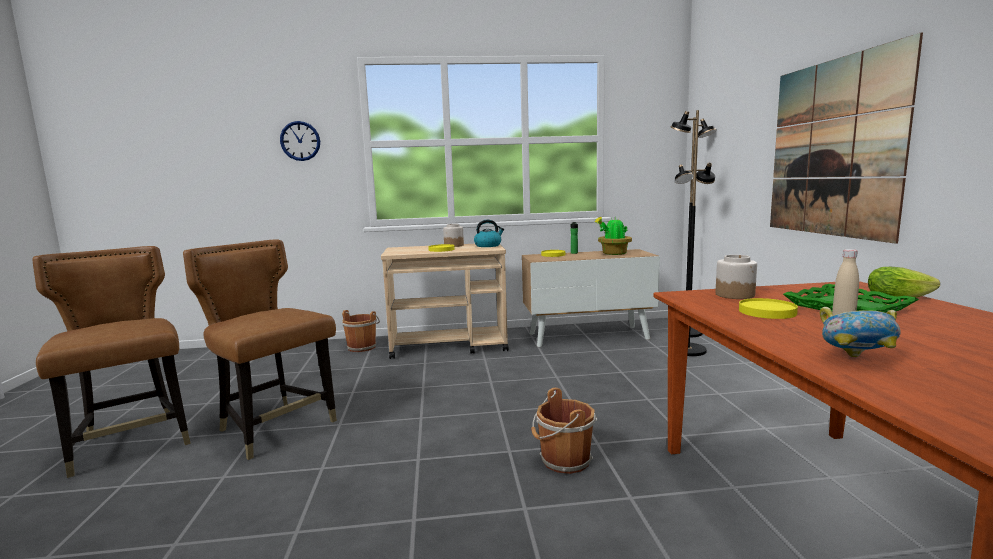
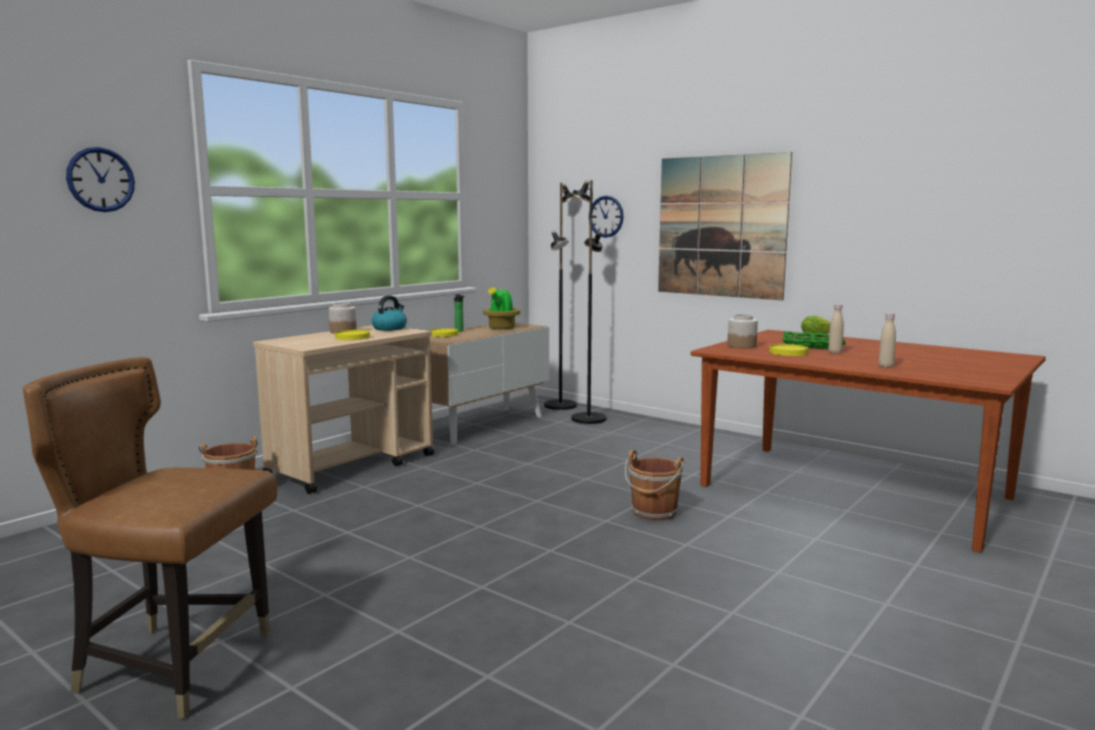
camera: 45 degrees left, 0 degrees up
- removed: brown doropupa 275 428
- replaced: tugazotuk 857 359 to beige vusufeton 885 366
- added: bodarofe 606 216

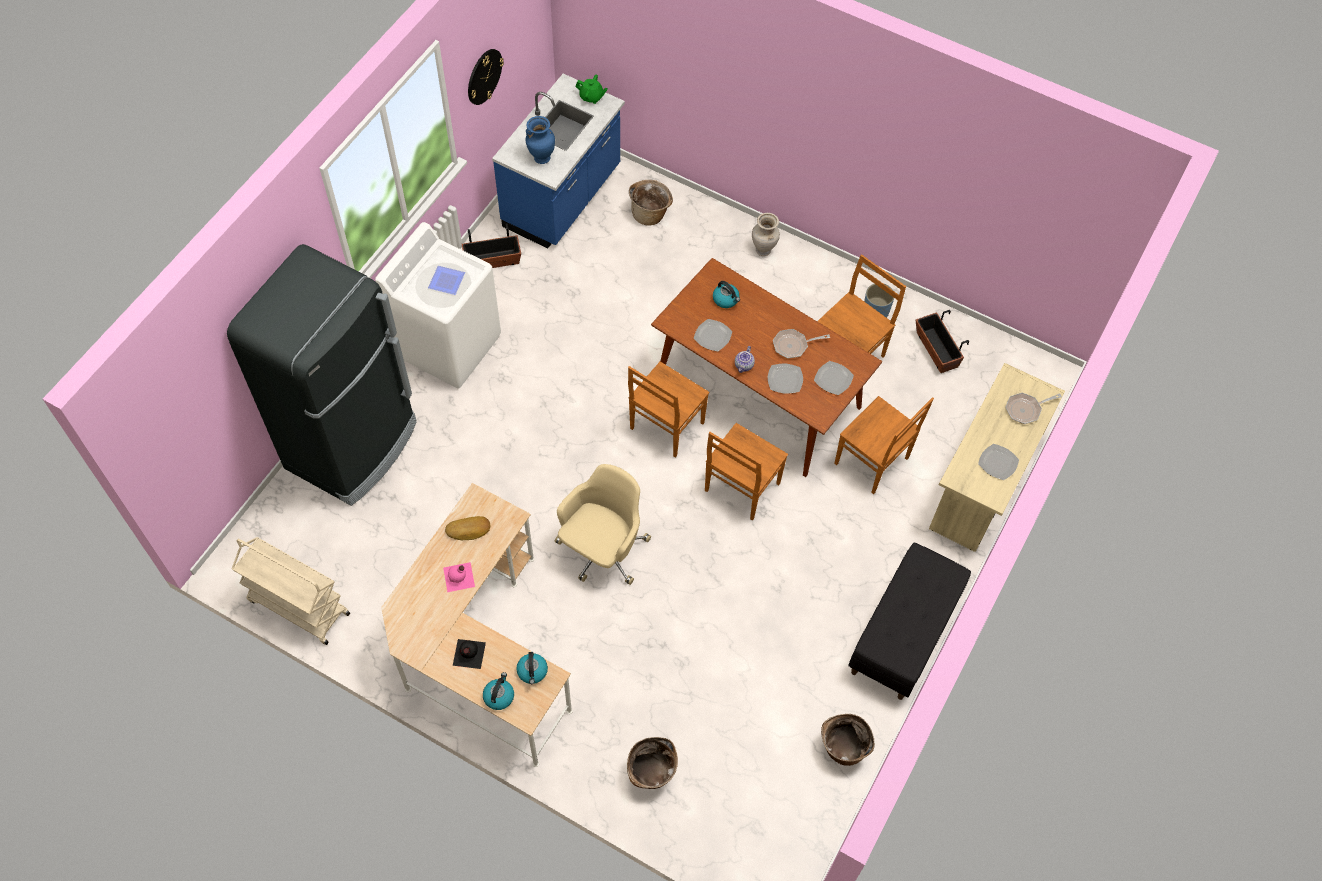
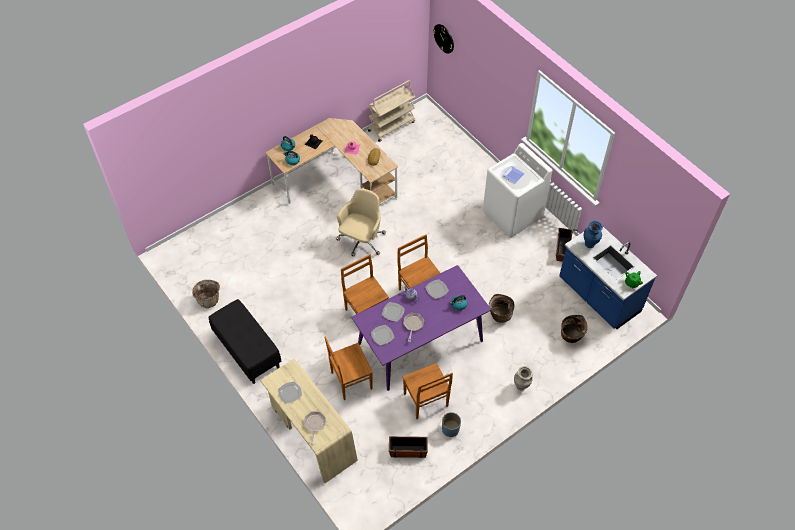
camera: 115 degrees right, 5 degrees down
- moved: bodarofe 484 76 to 444 38
- removed: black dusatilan 353 446
- recoloured: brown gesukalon 759 394 to purple gesukalon 420 343
- turned: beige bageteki 602 550 = 361 241 120 degrees counterclockwise
- moved: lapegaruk 651 773 to 499 314

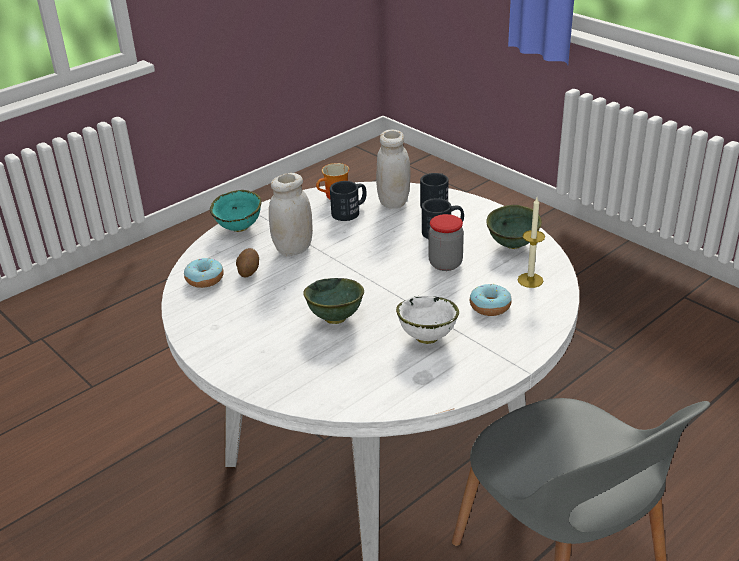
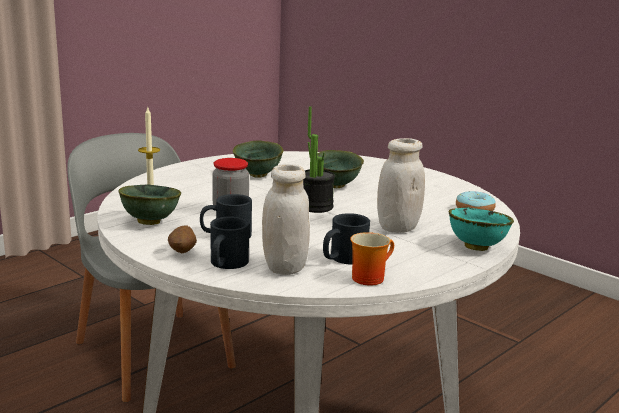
camera: 175 degrees right, 15 degrees down
- moved: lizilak 248 272 to 183 252
- removed: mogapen 490 306
- recoloured: white tugazotuk 426 337 to green tugazotuk 259 175
- added: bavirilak 316 207

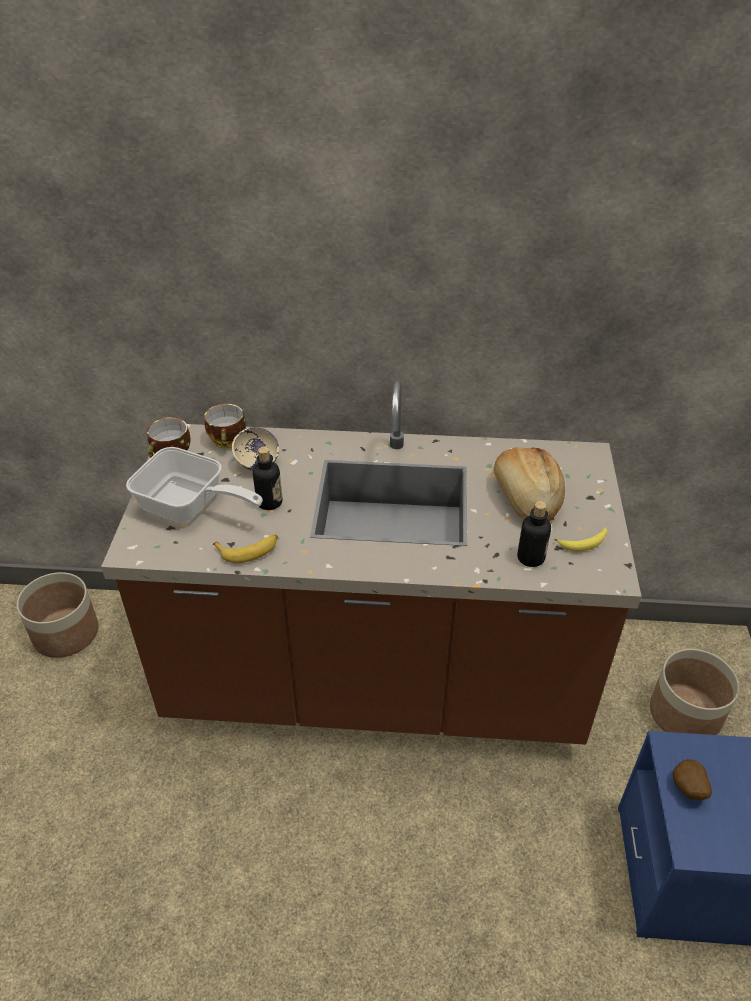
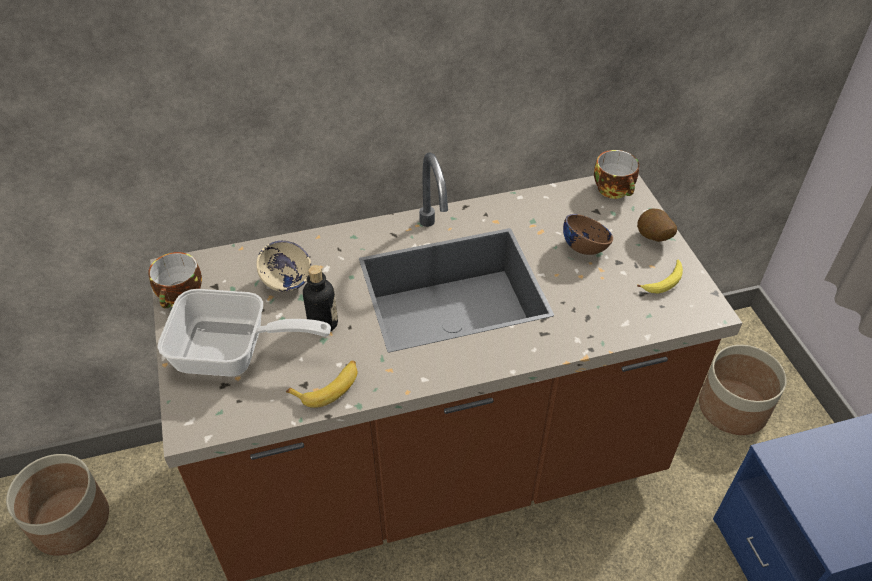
camera: 20 degrees left, 5 degrees up
- moved: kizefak 228 441 to 615 190
- replaced: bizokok 525 498 to brown tugazotuk 585 247
- removed: vusufeton 530 558
- moved: lizilak 687 789 to 652 238

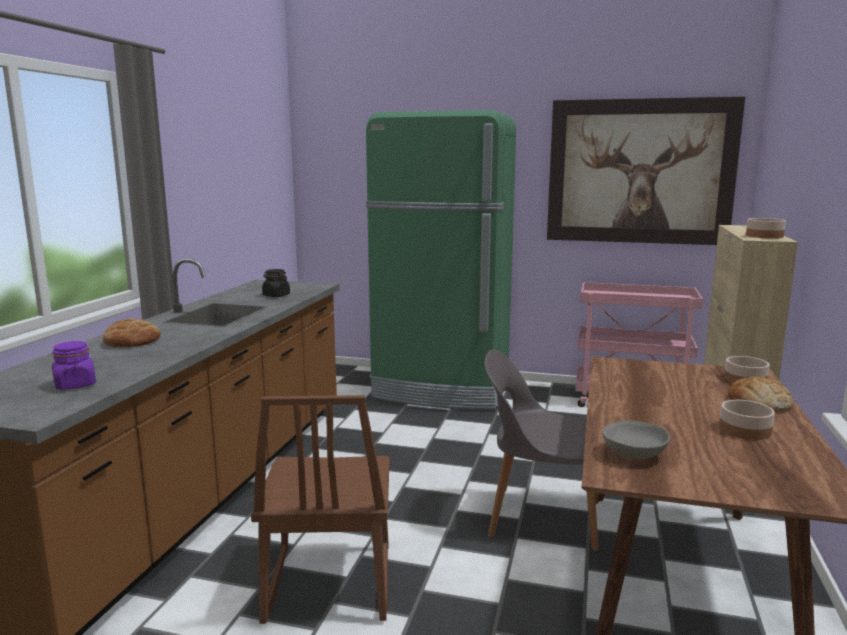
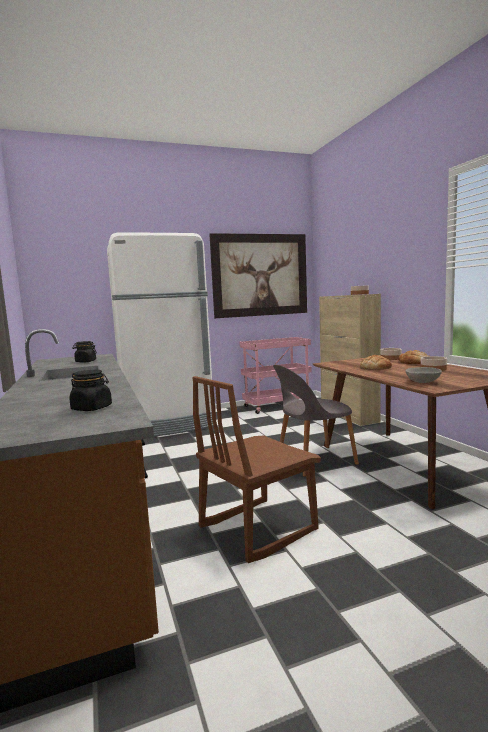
camera: 35 degrees left, 5 degrees down
- recoloured: green dusatilan 442 389 to white dusatilan 168 424
- moved: bizokok 132 341 to 376 367
- recoloured: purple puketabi 75 385 to black puketabi 92 408
- turned: brown doropupa 328 583 = 257 528 90 degrees clockwise

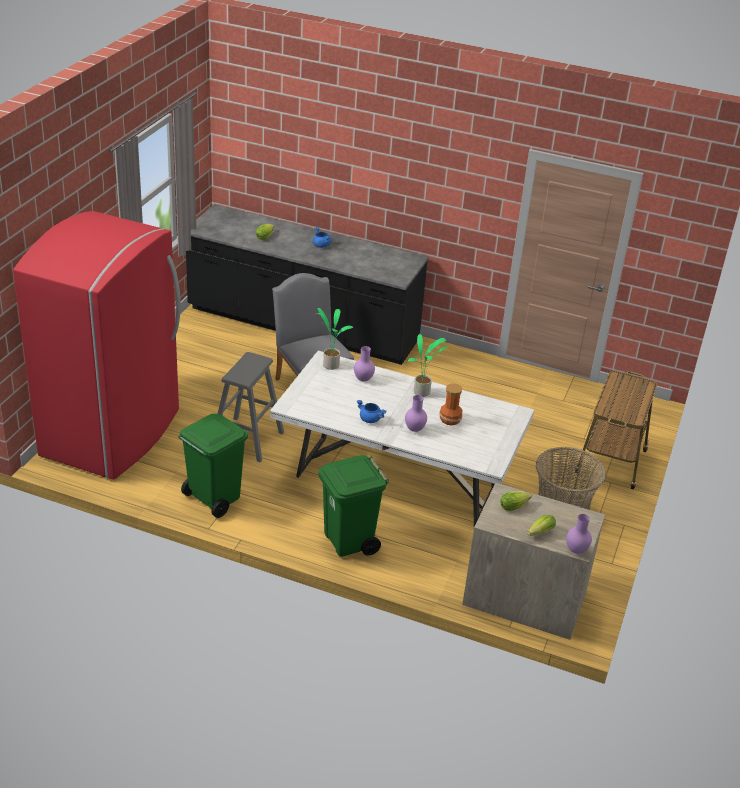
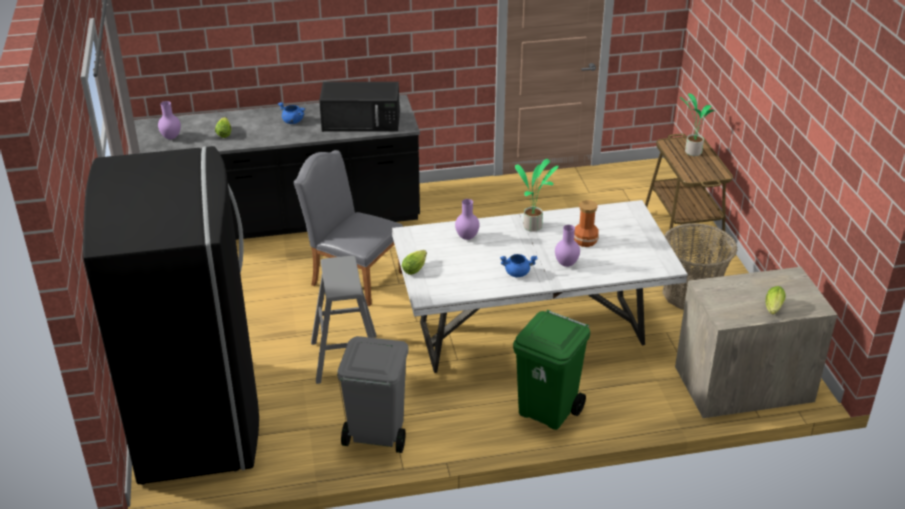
camera: 30 degrees left, 0 degrees up
- recoloured: red dusatilan 113 434 to black dusatilan 198 420
- moved: bavirilak 330 365 to 692 152
- recoloured: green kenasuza 213 499 to grey kenasuza 376 435
- moved: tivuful 515 506 to 415 267
- moved: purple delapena 575 551 to 171 138
- added: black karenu 362 121

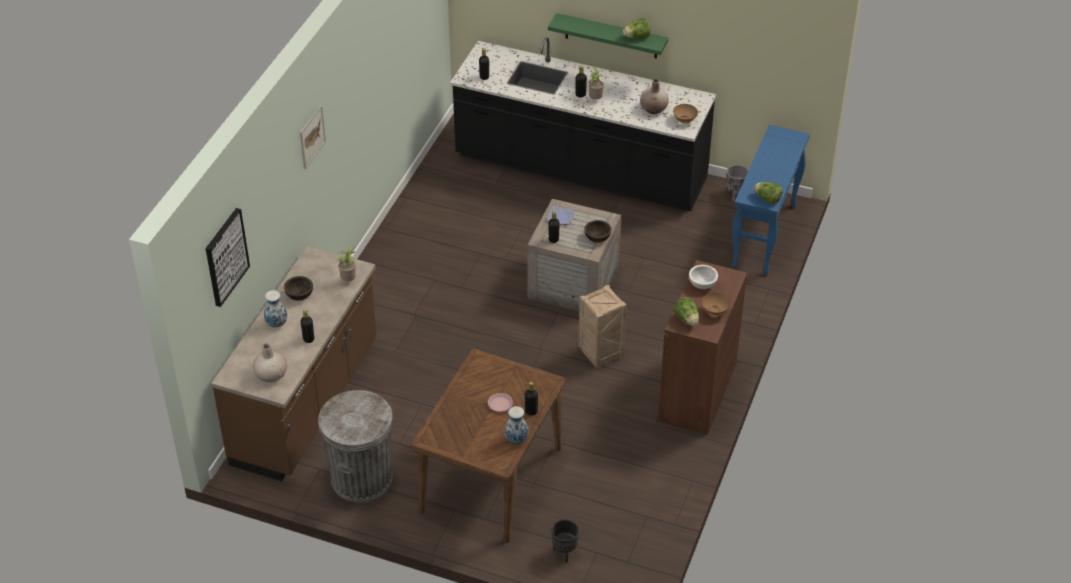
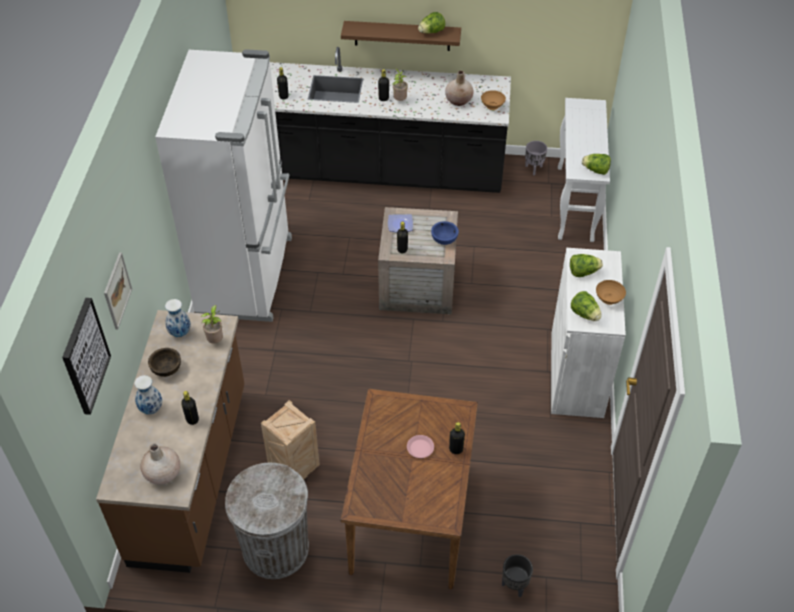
camera: 15 degrees left, 5 degrees up
- recoloured: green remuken 611 36 to brown remuken 402 35
- moved: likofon 311 136 to 117 290
- recoloured: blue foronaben 764 236 to white foronaben 575 204
- recoloured: brown tugazotuk 597 238 to blue tugazotuk 444 239
- recoloured: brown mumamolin 697 391 to white mumamolin 576 374
- replaced: white tugazotuk 702 284 to tivuful 583 272
- moved: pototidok 601 353 to 294 468
- moved: delapena 516 440 to 180 333
- added: white dusatilan 248 275

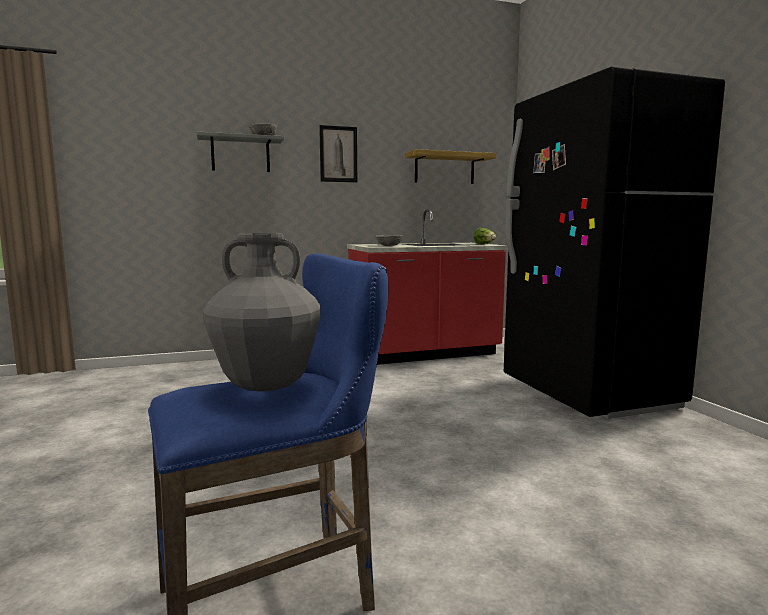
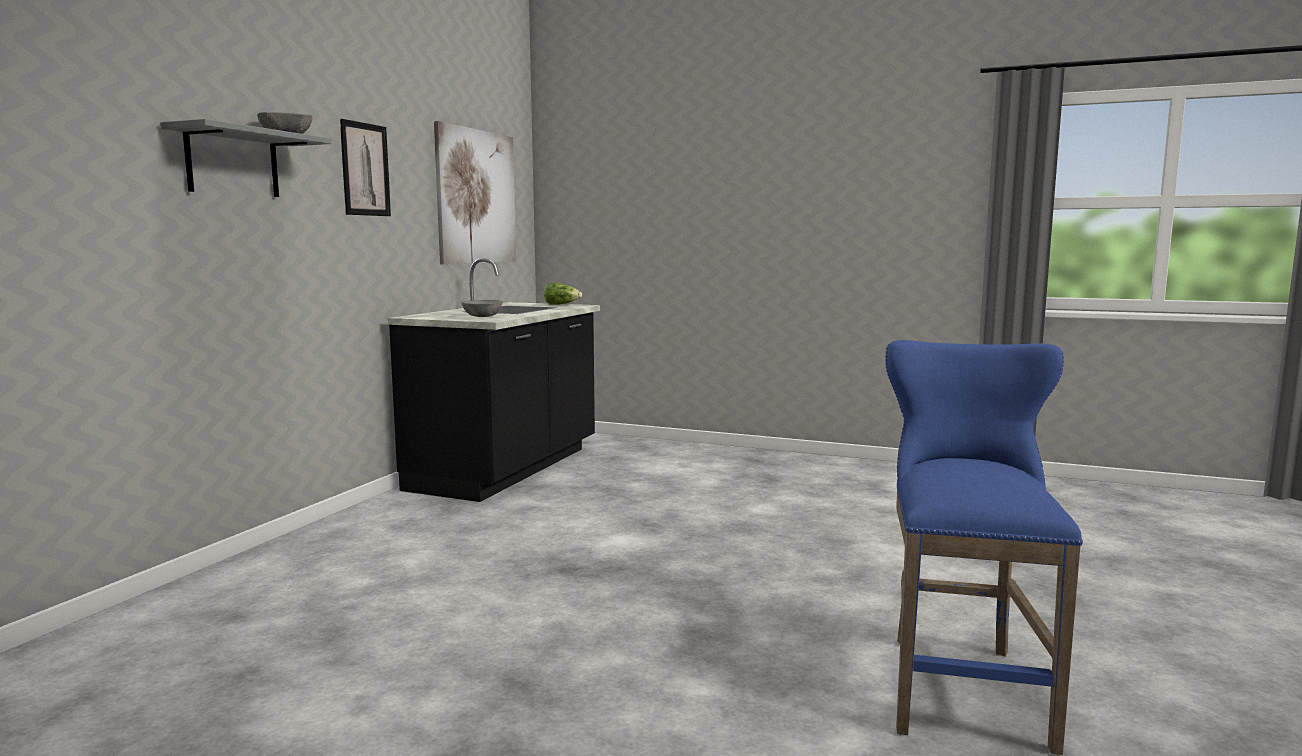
camera: 50 degrees left, 0 degrees up
- removed: black dusatilan 588 393
- replaced: remuken 444 169 to likofon 476 197
- recoloured: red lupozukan 424 354 to black lupozukan 508 469
- removed: grey delapena 265 386

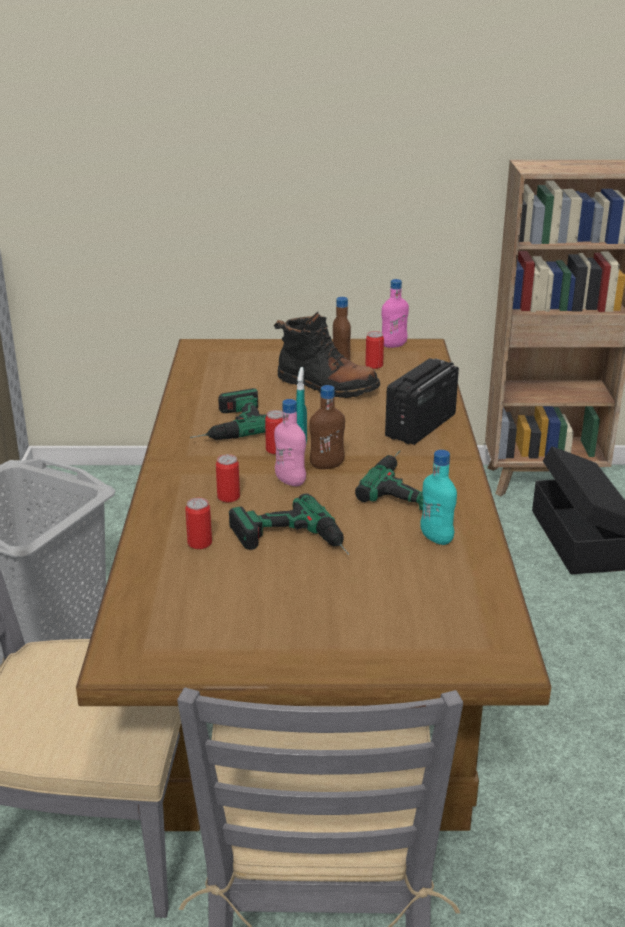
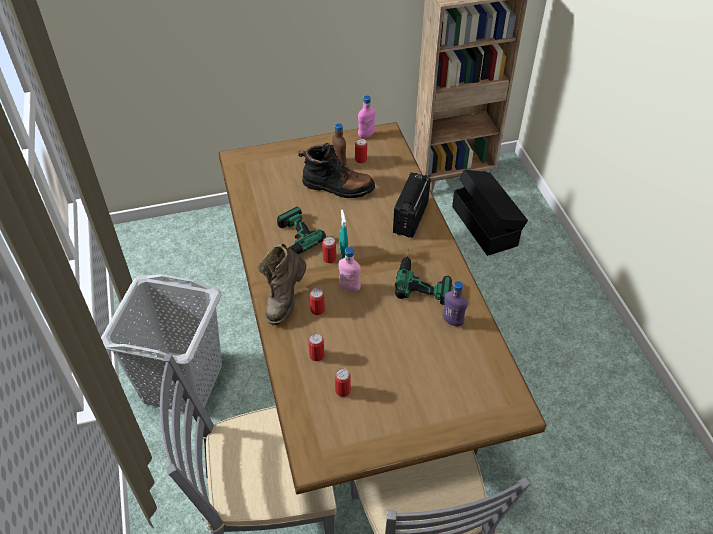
camera: 15 degrees left, 20 degrees up
- removed: brown vusufeton 327 465
- recoloured: turquoise vusufeton 436 538 to purple vusufeton 452 321
- removed: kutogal 293 543
- added: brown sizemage 284 299
- added: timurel 342 390

